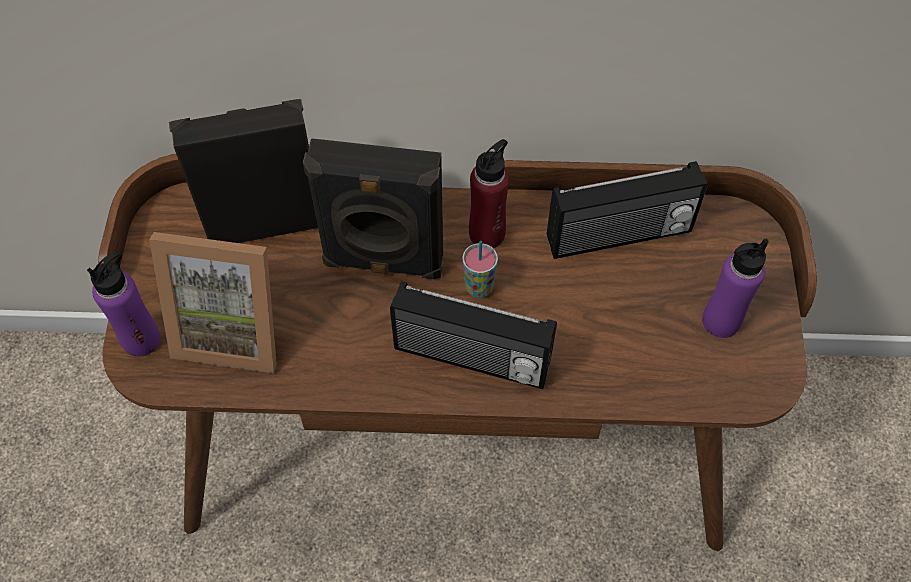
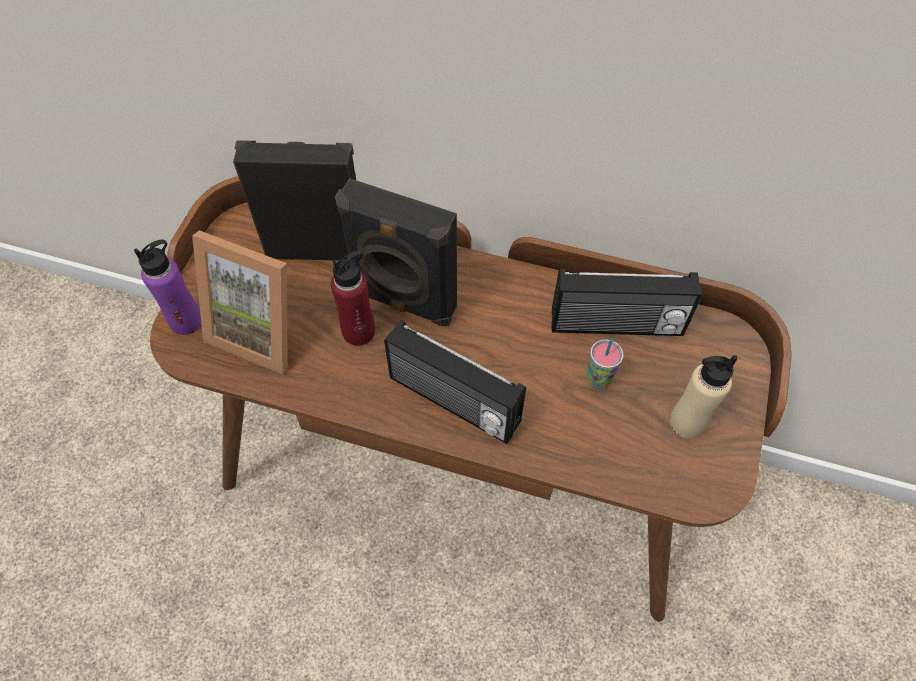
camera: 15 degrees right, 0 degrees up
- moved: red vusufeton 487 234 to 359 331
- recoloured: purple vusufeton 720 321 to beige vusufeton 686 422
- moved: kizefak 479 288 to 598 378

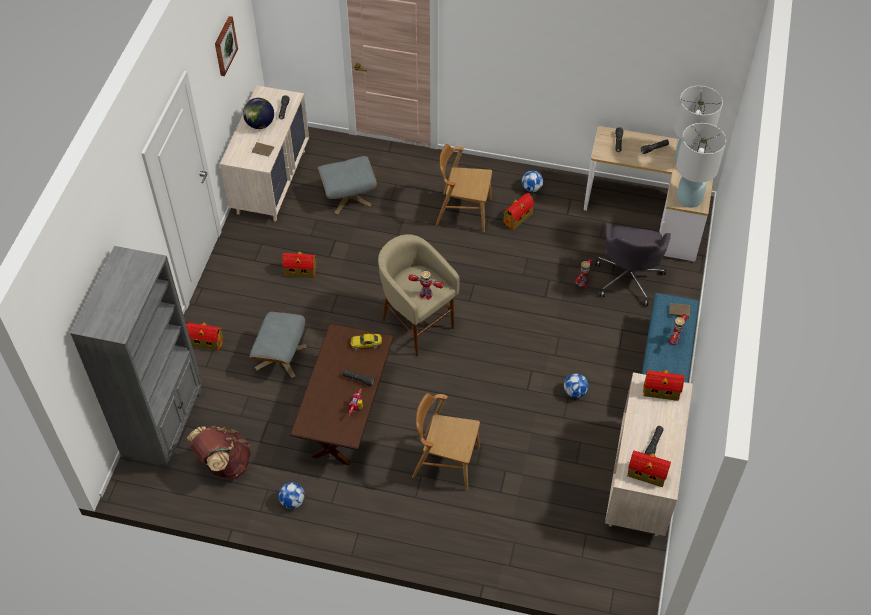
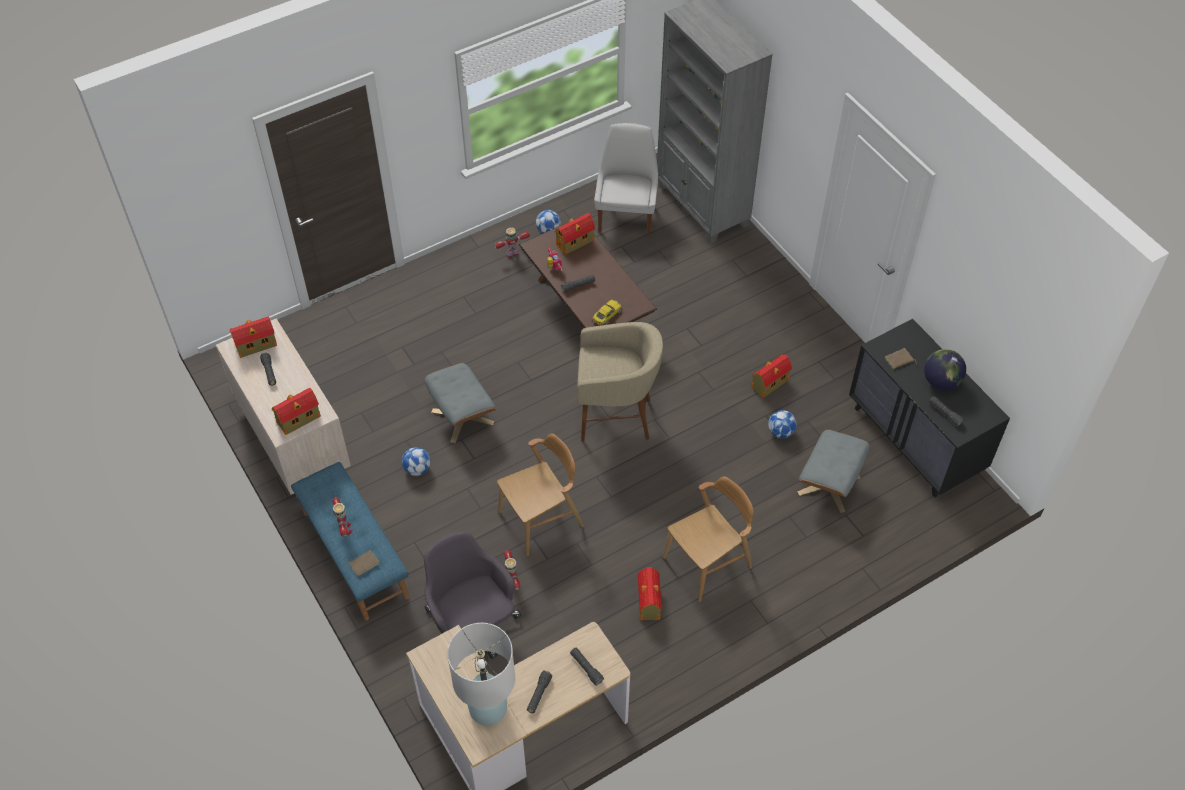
camera: 135 degrees right, 0 degrees up
- removed: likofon 224 46
- recoloured: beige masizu 271 181 to black masizu 915 441
- removed: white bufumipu 689 198
- moved: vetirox 531 188 to 780 432
- moved: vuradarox 425 294 to 512 253
- moved: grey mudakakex 281 357 to 462 417
- moved: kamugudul 205 342 to 575 242
- moved: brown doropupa 445 461 to 541 519
- replaced: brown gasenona 224 464 to white doropupa 626 216

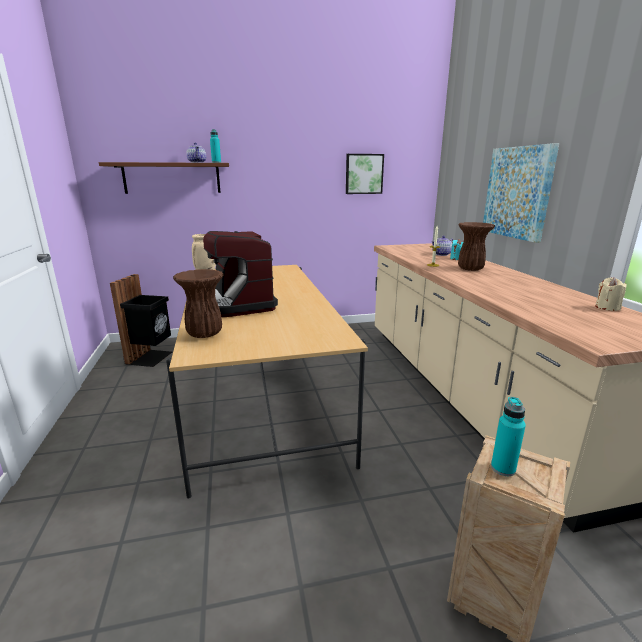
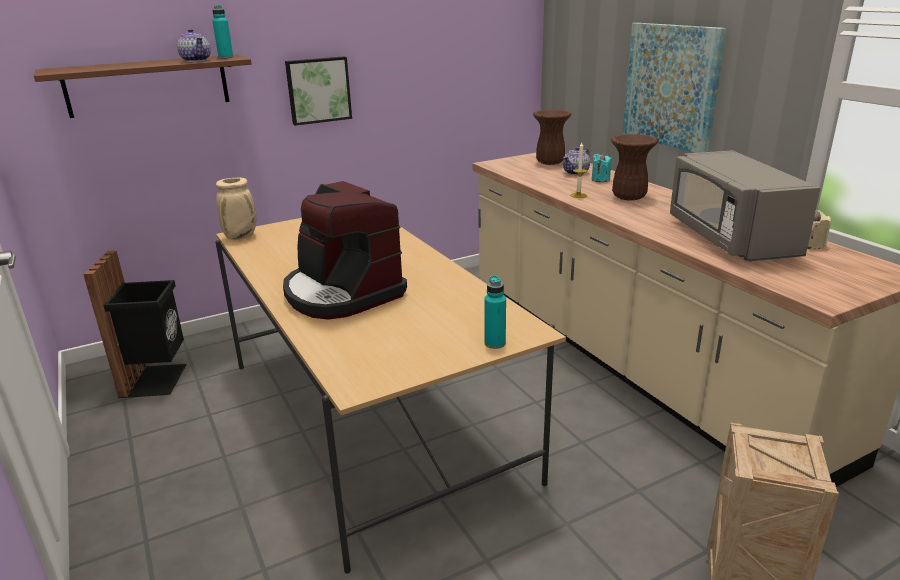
camera: 15 degrees left, 5 degrees up
- moved: likofon 364 174 to 318 90
- moved: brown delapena 205 334 to 550 163
- moved: turquoise vusufeton 503 468 to 495 343
- added: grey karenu 729 238

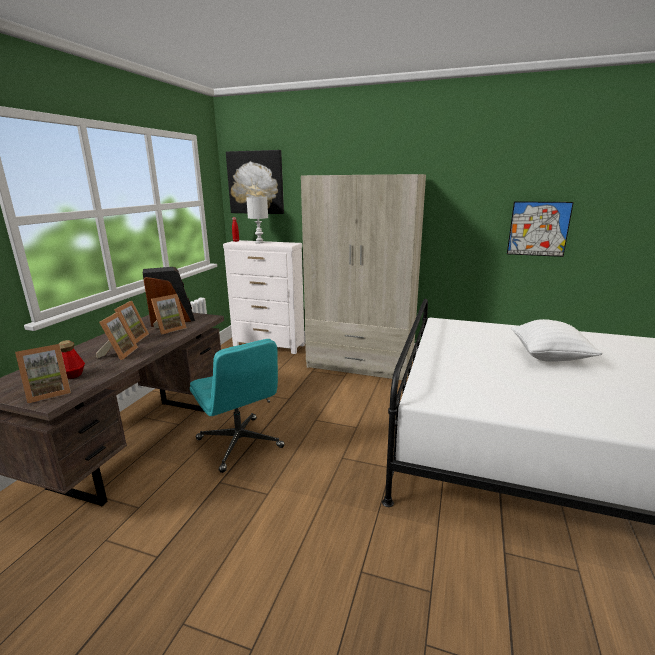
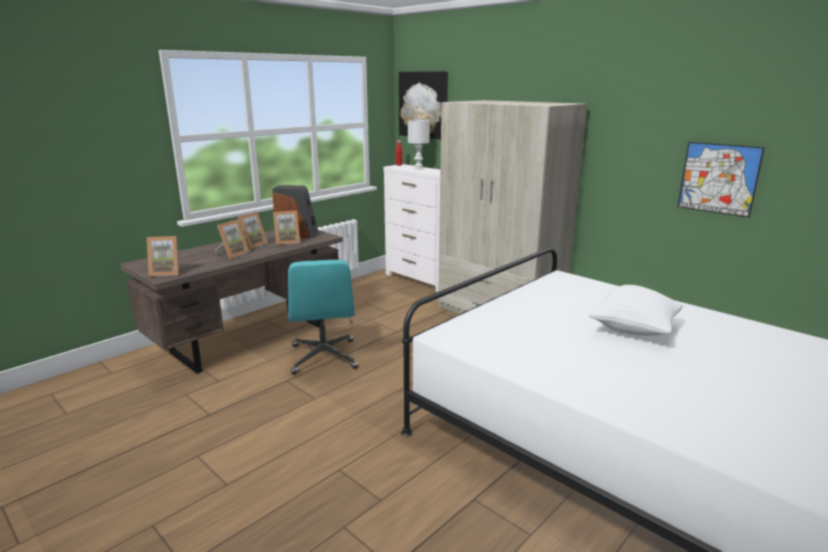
camera: 25 degrees right, 0 degrees up
- removed: vusufeton 73 375

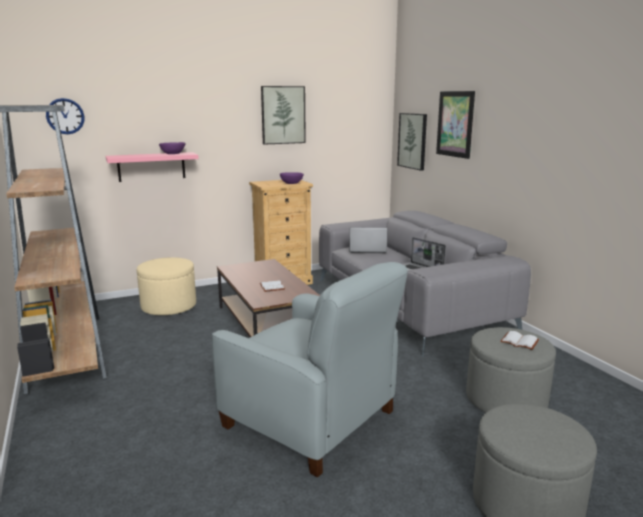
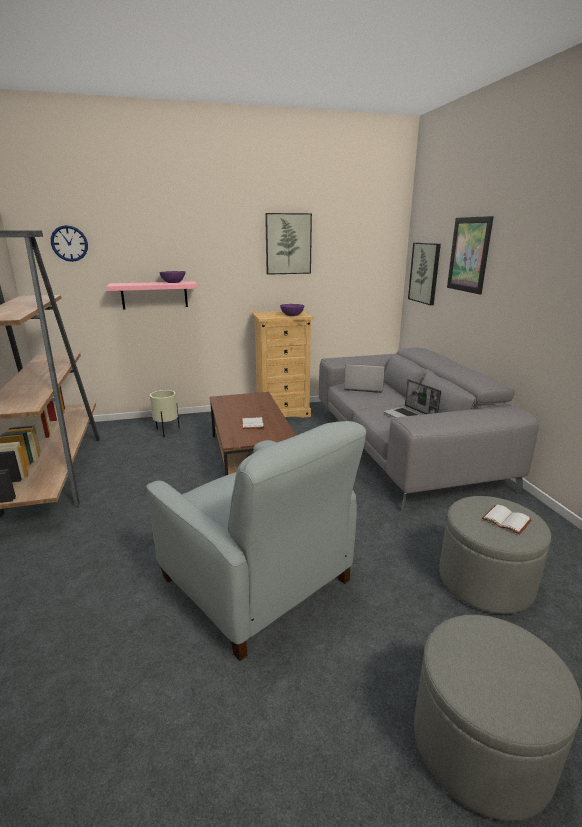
camera: 10 degrees right, 5 degrees up
- replaced: beige mudakakex 169 306 to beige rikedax 166 431

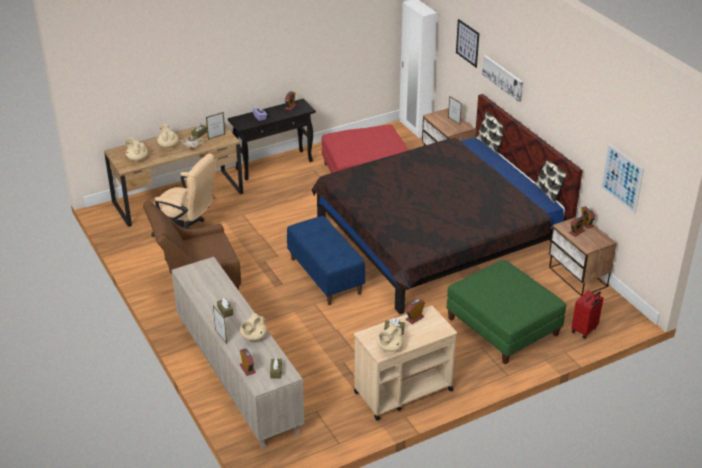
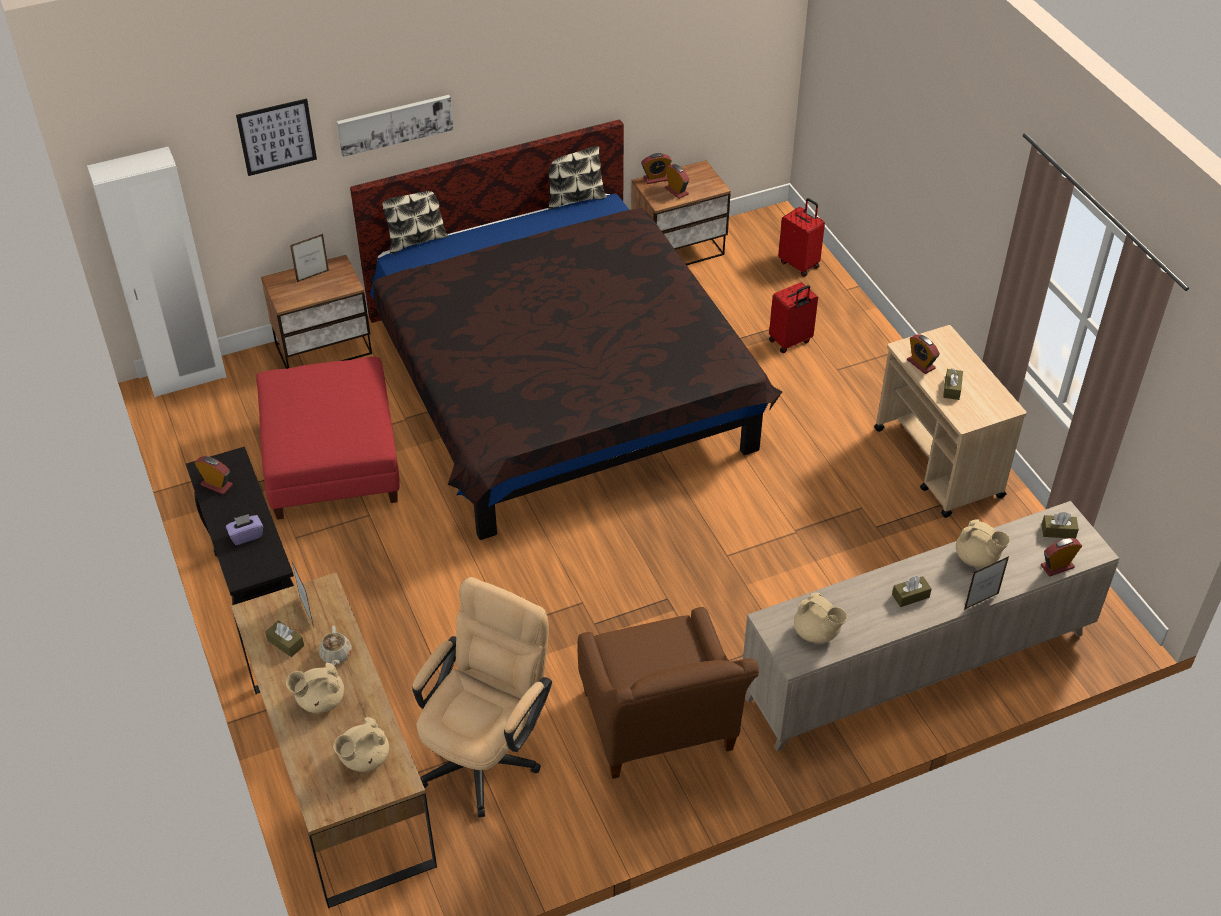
camera: 85 degrees left, 10 degrees up
- removed: likofon 622 178
- removed: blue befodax 326 276
- replaced: green mudakakex 502 326 to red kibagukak 790 341
- moved: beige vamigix 389 348 to 817 633

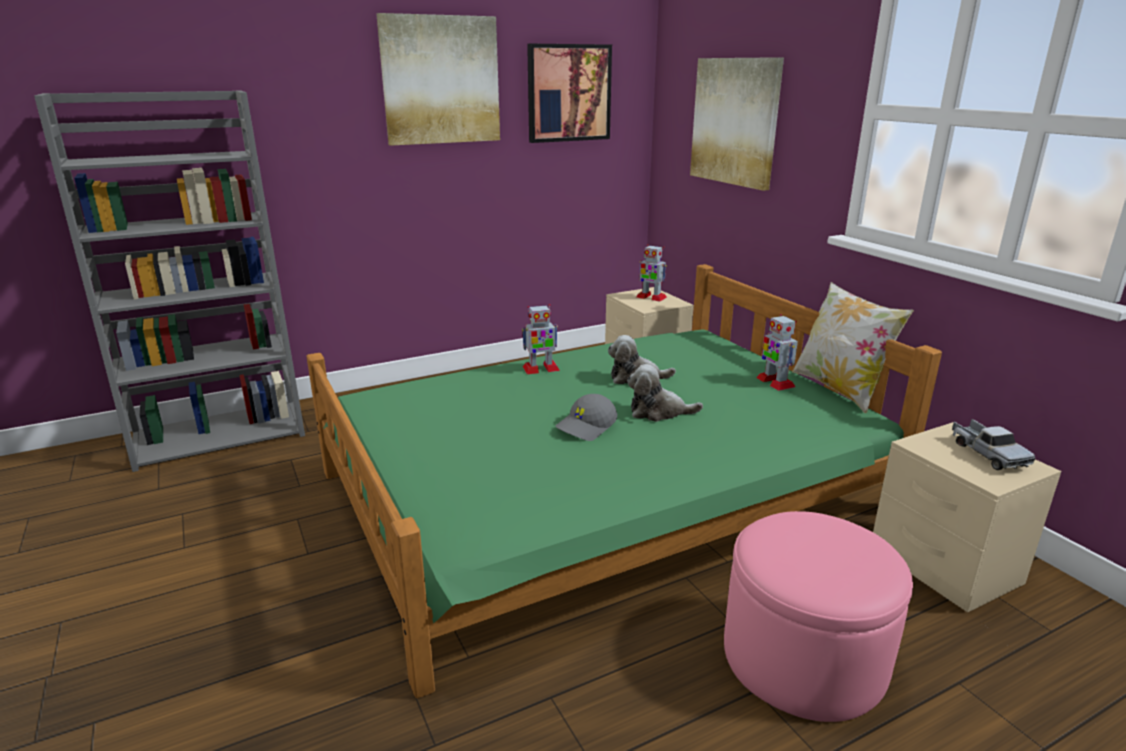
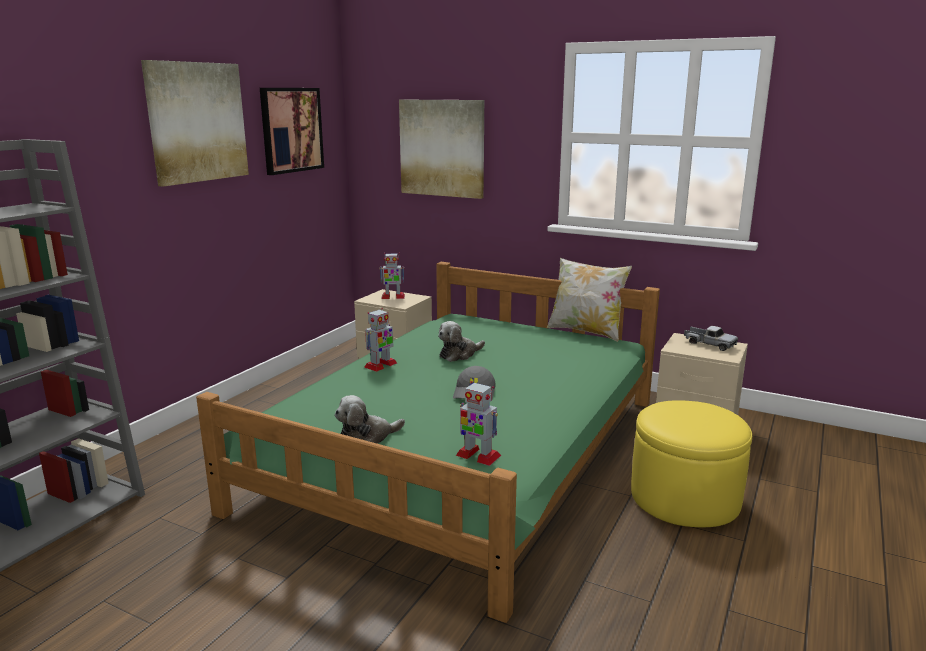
camera: 35 degrees left, 5 degrees down
- moved: vuradarox 774 382 to 477 455
- moved: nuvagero 658 412 to 367 438
- recoloured: pink mudakakex 803 657 to yellow mudakakex 685 497

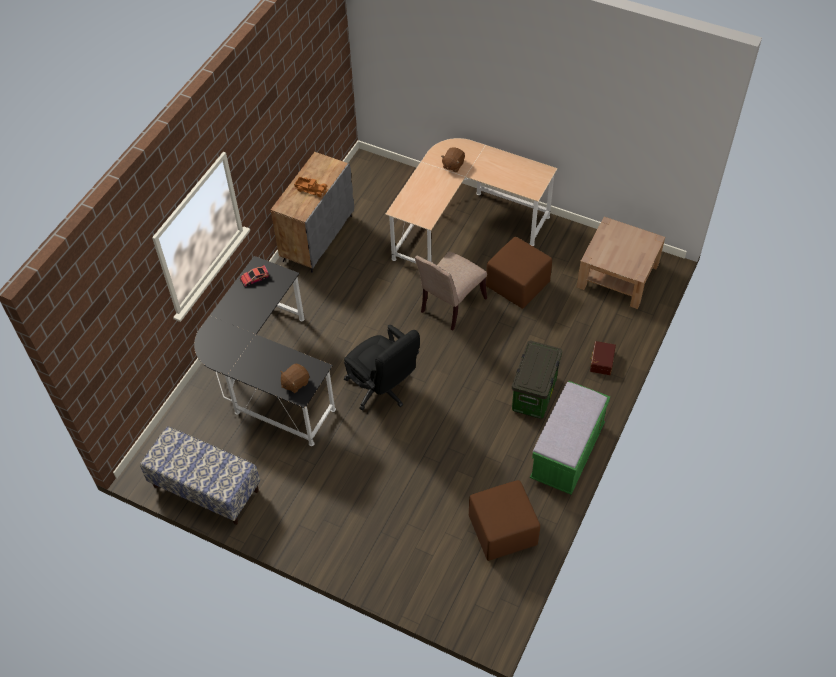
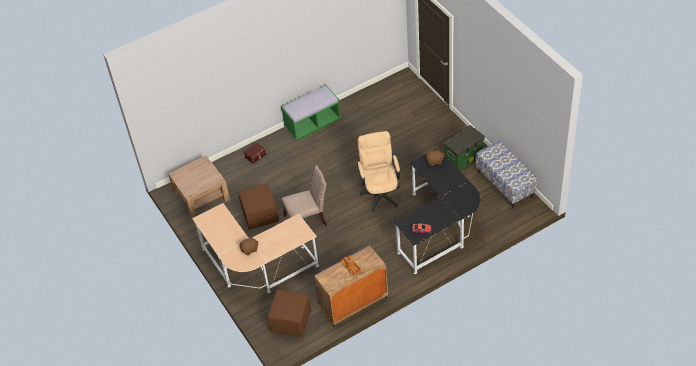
camera: 145 degrees left, 5 degrees down
- recoloured: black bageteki 382 390 to beige bageteki 380 192
- moved: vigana 534 395 to 464 158
- moved: brown mudakakex 503 531 to 291 321

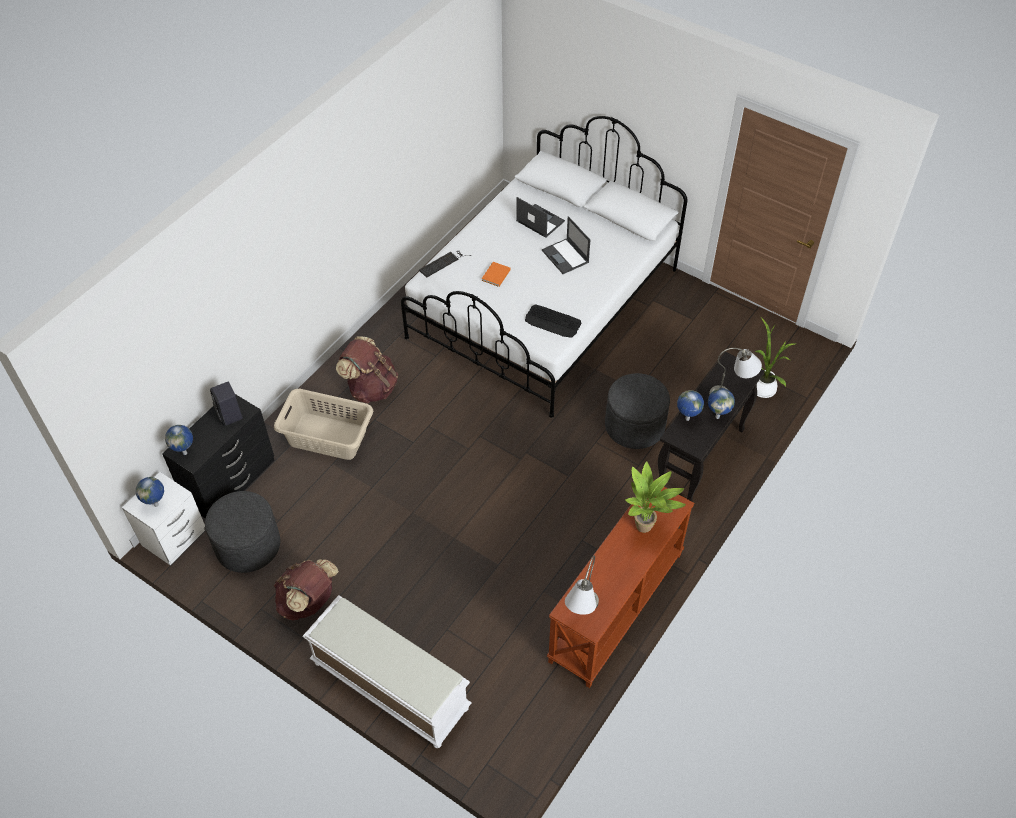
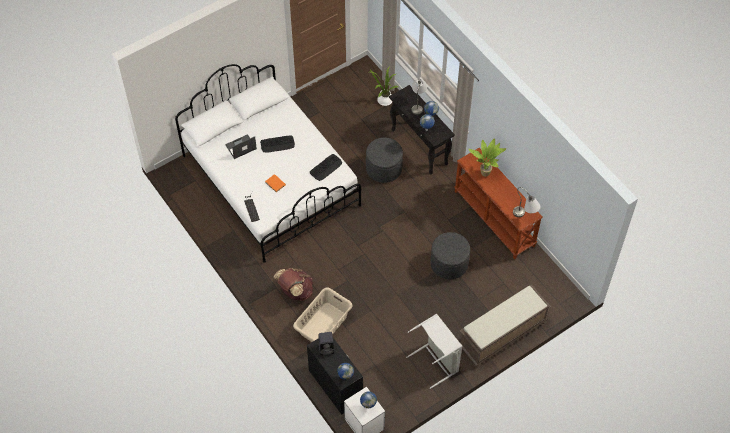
camera: 70 degrees left, 5 degrees up
- replaced: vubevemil 565 257 to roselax 277 144
- moved: grey mudakakex 248 545 to 449 263
- replaced: brown gasenona 309 602 to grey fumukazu 436 361
- recoloured: white befodax 389 685 to brown befodax 502 335

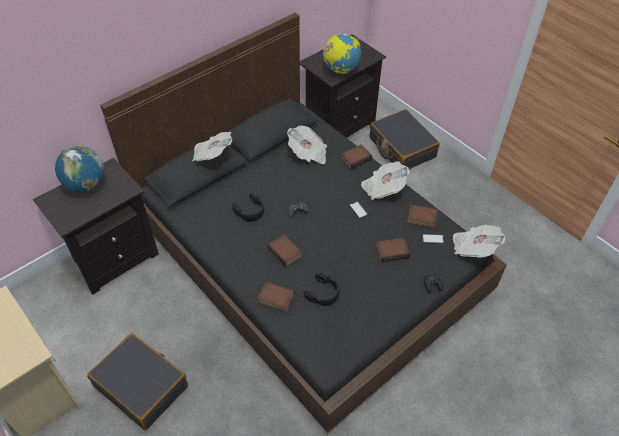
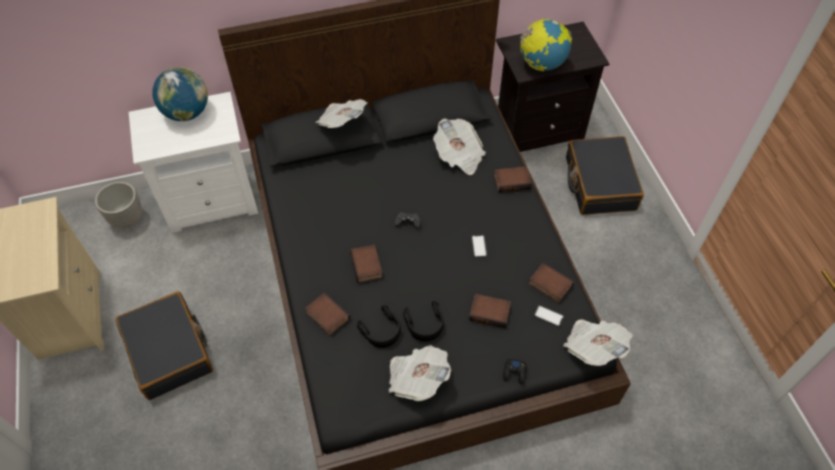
camera: 25 degrees right, 5 degrees up
- recoloured: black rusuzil 114 257 to white rusuzil 212 200
- moved: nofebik 383 188 to 417 378
- moved: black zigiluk 250 211 to 425 324
- added: rikedax 127 218

